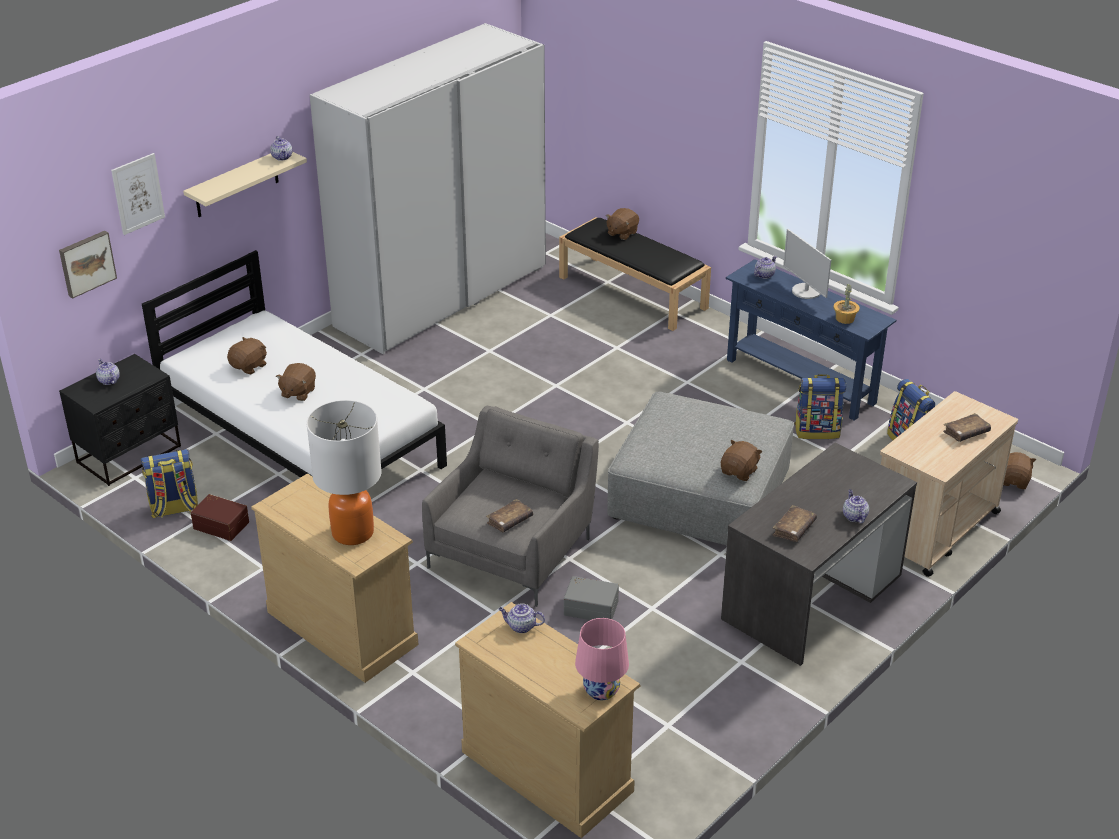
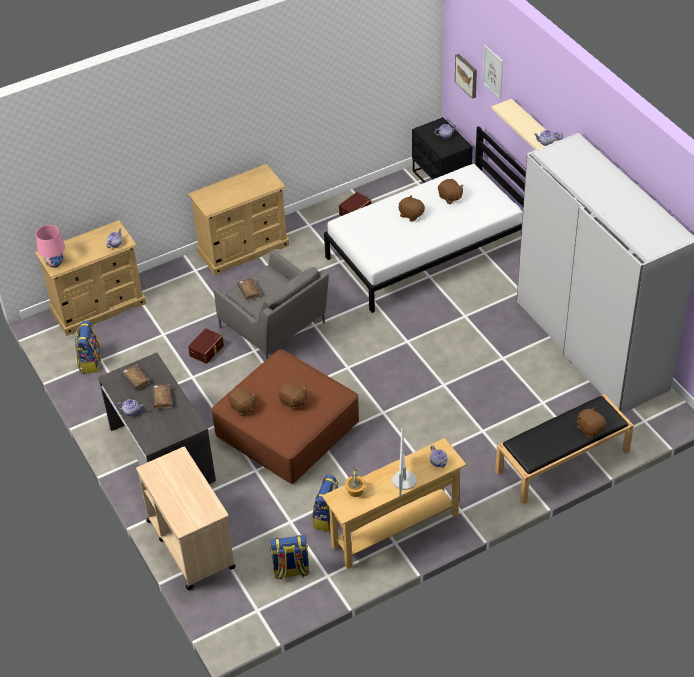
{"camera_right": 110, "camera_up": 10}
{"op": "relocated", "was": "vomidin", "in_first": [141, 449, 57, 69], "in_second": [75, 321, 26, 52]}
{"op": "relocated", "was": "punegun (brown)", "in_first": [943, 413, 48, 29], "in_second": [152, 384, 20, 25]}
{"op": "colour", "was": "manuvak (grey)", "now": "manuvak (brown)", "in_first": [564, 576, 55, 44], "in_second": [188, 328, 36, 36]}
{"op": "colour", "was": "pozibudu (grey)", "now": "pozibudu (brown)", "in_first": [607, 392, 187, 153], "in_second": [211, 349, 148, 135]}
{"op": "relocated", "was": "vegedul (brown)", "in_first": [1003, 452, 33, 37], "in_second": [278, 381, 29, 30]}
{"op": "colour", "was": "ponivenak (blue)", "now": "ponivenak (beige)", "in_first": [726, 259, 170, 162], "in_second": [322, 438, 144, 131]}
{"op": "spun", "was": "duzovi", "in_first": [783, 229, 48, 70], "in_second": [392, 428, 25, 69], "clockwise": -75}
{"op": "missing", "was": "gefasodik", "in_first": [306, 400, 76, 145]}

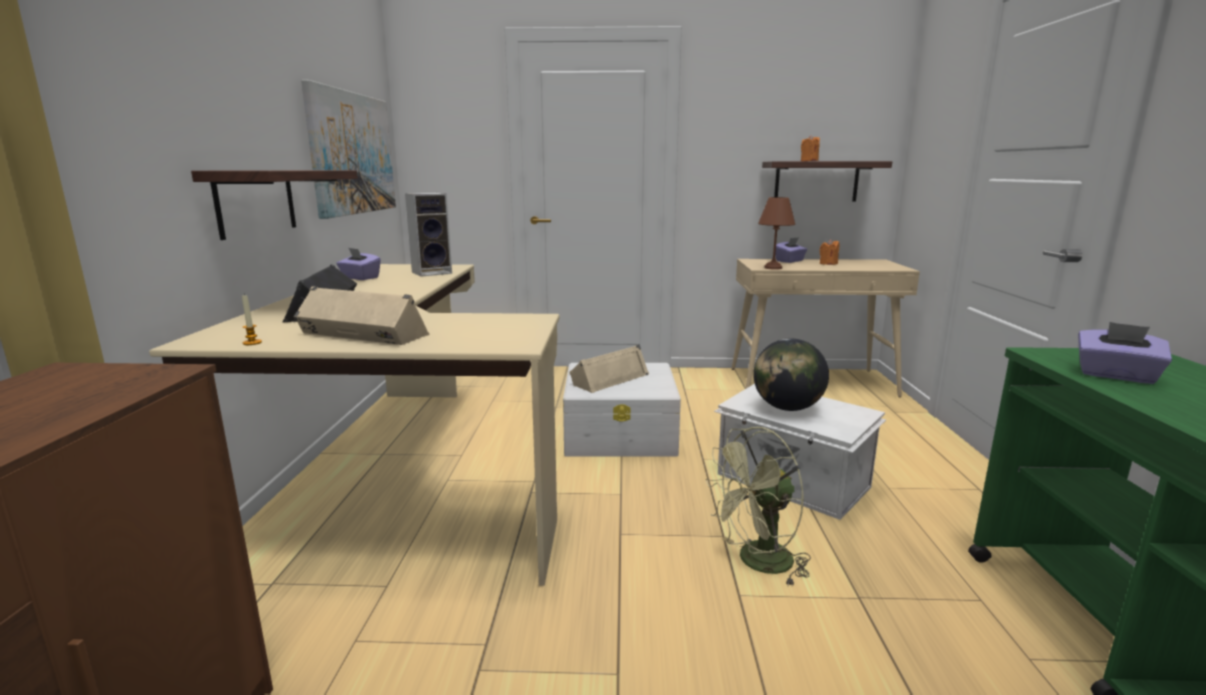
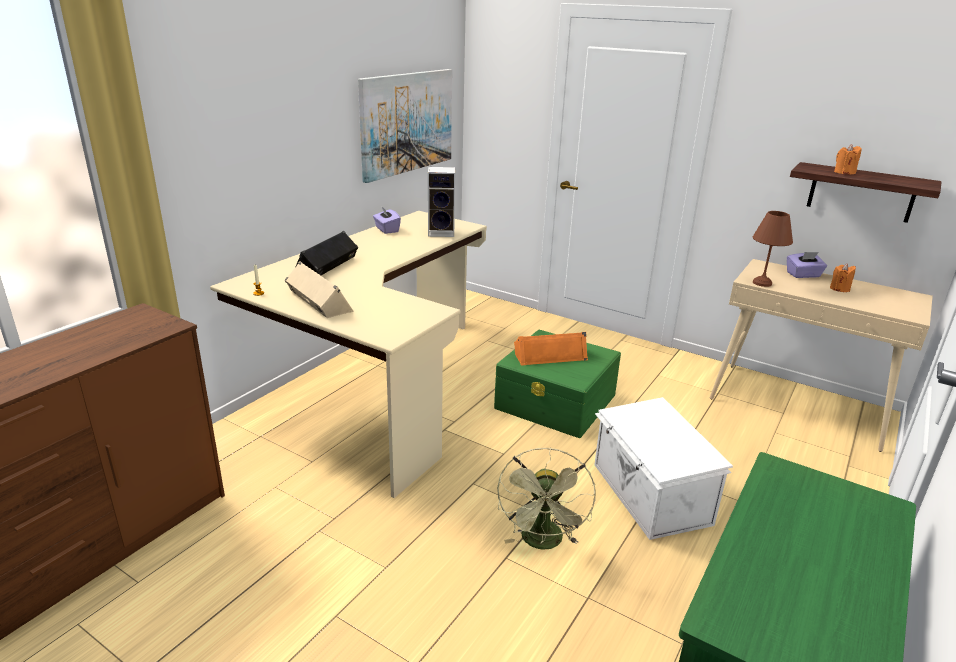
{"camera_right": 30, "camera_up": 10}
{"op": "colour", "was": "manuvak (white)", "now": "manuvak (green)", "in_first": [563, 363, 118, 94], "in_second": [494, 330, 127, 108]}
{"op": "spun", "was": "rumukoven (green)", "in_first": [706, 427, 105, 158], "in_second": [497, 447, 99, 103], "clockwise": -90}
{"op": "colour", "was": "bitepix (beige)", "now": "bitepix (orange)", "in_first": [569, 345, 80, 48], "in_second": [514, 332, 74, 34]}
{"op": "missing", "was": "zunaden", "in_first": [191, 170, 167, 70]}
{"op": "missing", "was": "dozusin", "in_first": [753, 339, 76, 72]}
{"op": "missing", "was": "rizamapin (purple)", "in_first": [1078, 322, 94, 62]}

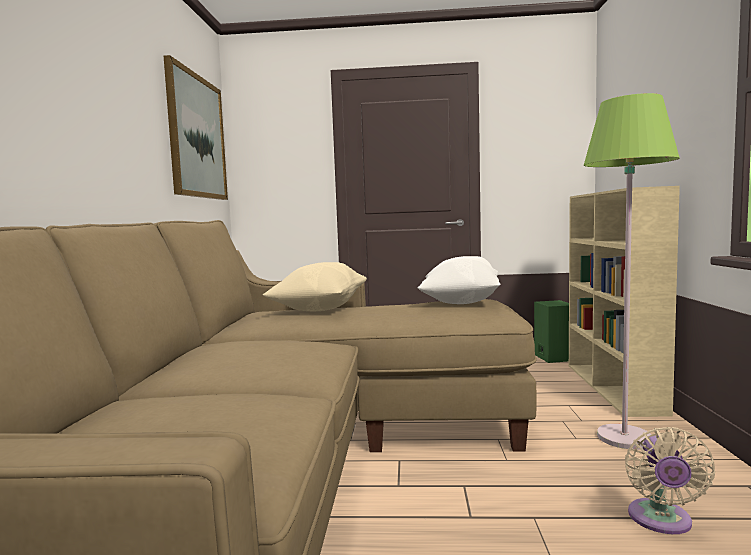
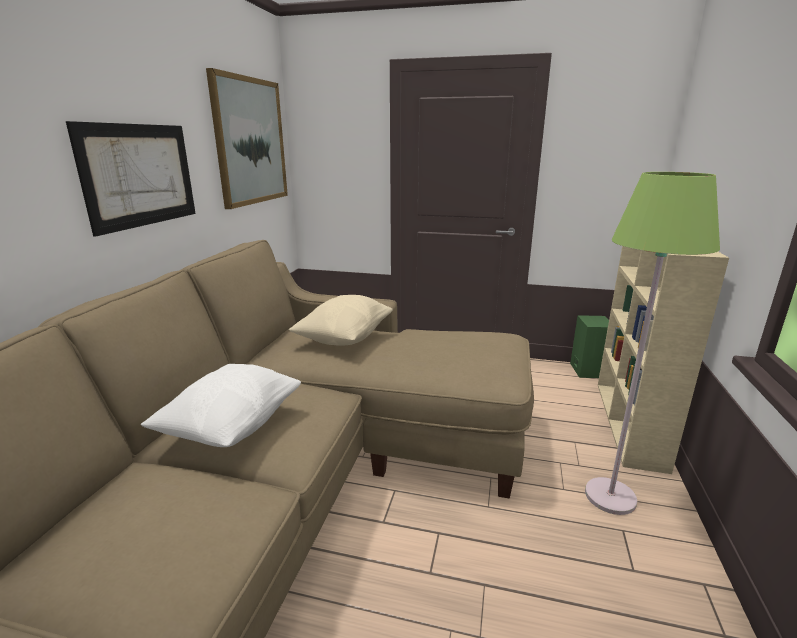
{"camera_right": 10, "camera_up": 15}
{"op": "appeared", "now": "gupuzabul", "in_second": [66, 121, 130, 116]}
{"op": "relocated", "was": "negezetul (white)", "in_first": [417, 256, 84, 48], "in_second": [141, 364, 160, 83]}
{"op": "missing", "was": "rumukoven (beige)", "in_first": [625, 427, 90, 107]}

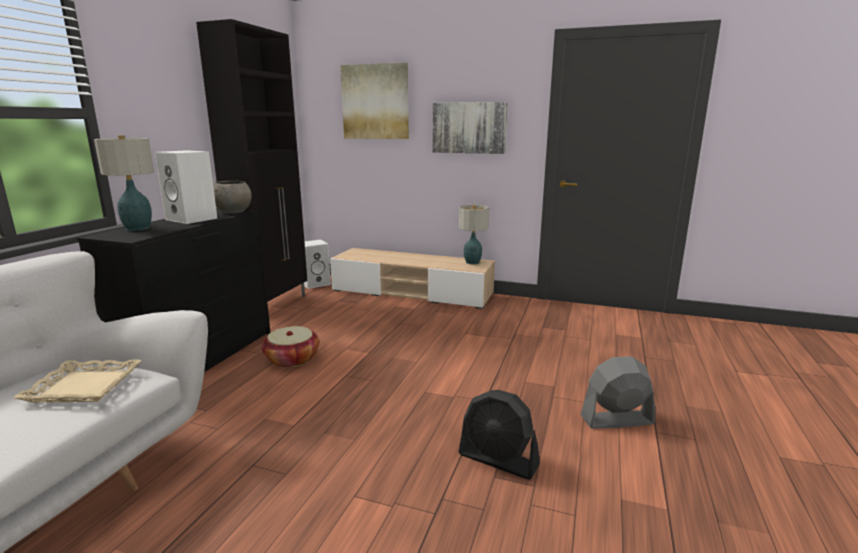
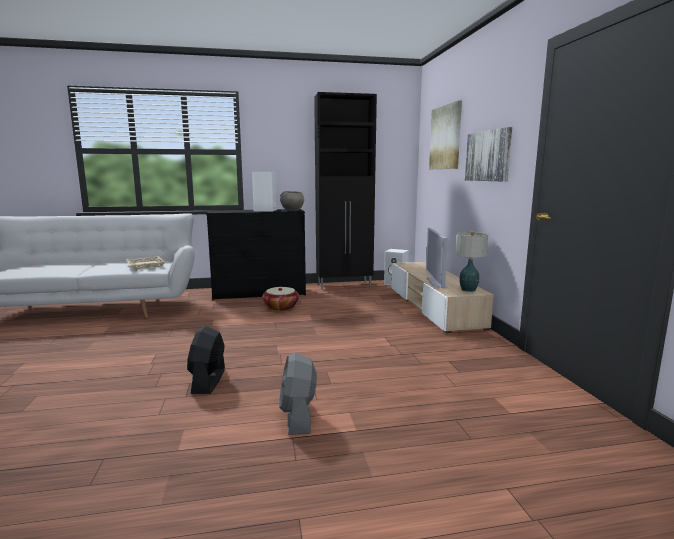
{"camera_right": 60, "camera_up": -5}
{"op": "spun", "was": "rumukoven (grey)", "in_first": [580, 356, 75, 73], "in_second": [279, 352, 38, 83], "clockwise": -150}
{"op": "appeared", "now": "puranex", "in_second": [426, 228, 22, 60]}
{"op": "missing", "was": "gefasodik", "in_first": [94, 135, 60, 96]}

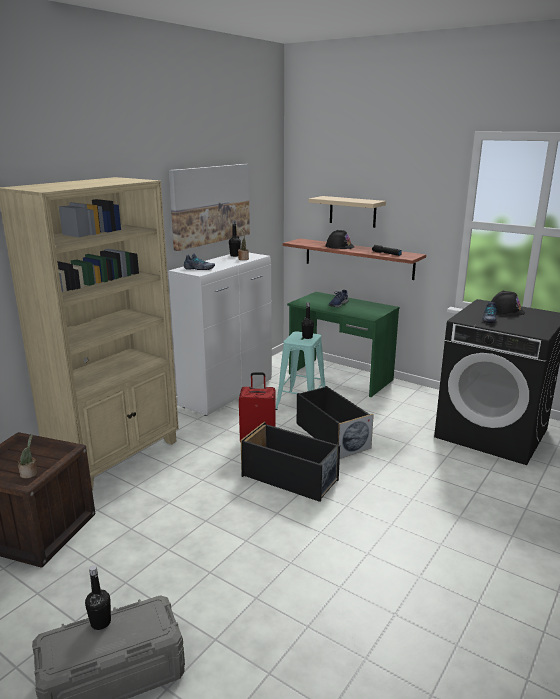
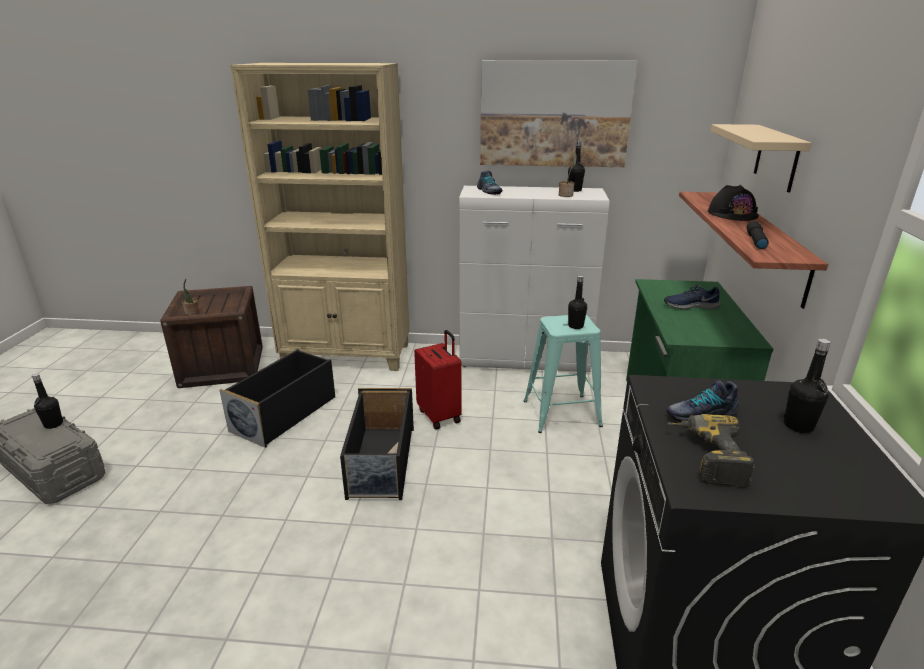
{"camera_right": 60, "camera_up": 5}
{"op": "relocated", "was": "manuvak (black)", "in_first": [297, 386, 77, 72], "in_second": [219, 349, 116, 99]}
{"op": "appeared", "now": "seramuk", "in_second": [668, 414, 87, 73]}
{"op": "exchanged", "was": "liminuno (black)", "now": "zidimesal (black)", "in_first": [491, 291, 34, 25], "in_second": [783, 339, 48, 94]}

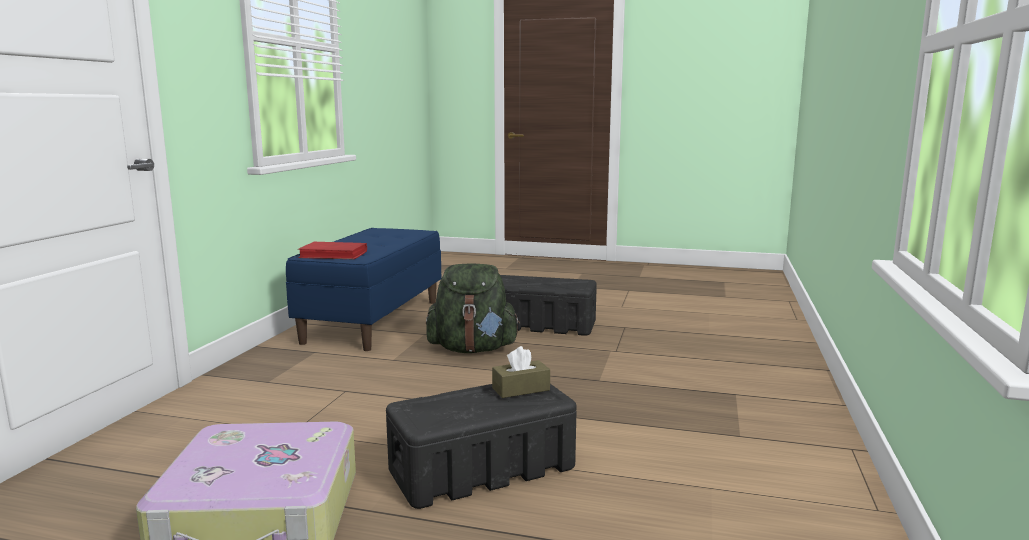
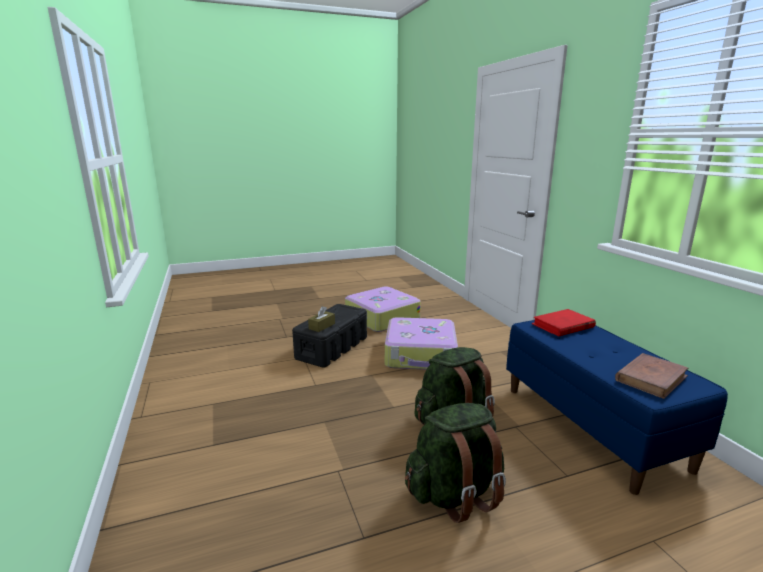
{"camera_right": 145, "camera_up": 5}
{"op": "appeared", "now": "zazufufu", "in_second": [385, 317, 73, 53]}
{"op": "exchanged", "was": "manuvak (black)", "now": "vomidin (green)", "in_first": [500, 275, 97, 61], "in_second": [405, 403, 101, 120]}
{"op": "appeared", "now": "punegun (brown)", "in_second": [615, 353, 73, 46]}

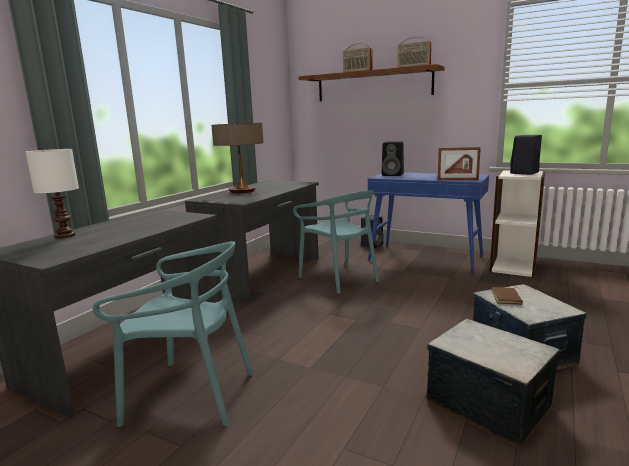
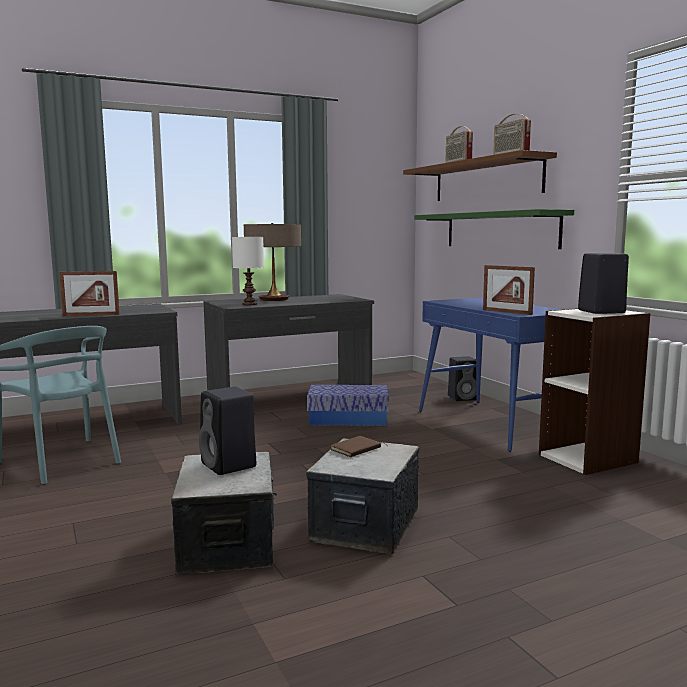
{"camera_right": 35, "camera_up": -5}
{"op": "appeared", "now": "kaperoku", "in_second": [59, 271, 61, 45]}
{"op": "relocated", "was": "bitepix (black)", "in_first": [382, 141, 22, 35], "in_second": [199, 387, 57, 88]}
{"op": "relocated", "was": "gefasodik (white)", "in_first": [25, 149, 54, 89], "in_second": [232, 237, 32, 68]}
{"op": "exchanged", "was": "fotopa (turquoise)", "now": "manuvak", "in_first": [293, 190, 86, 104], "in_second": [307, 385, 82, 41]}
{"op": "appeared", "now": "zunaden (green)", "in_second": [414, 209, 160, 40]}

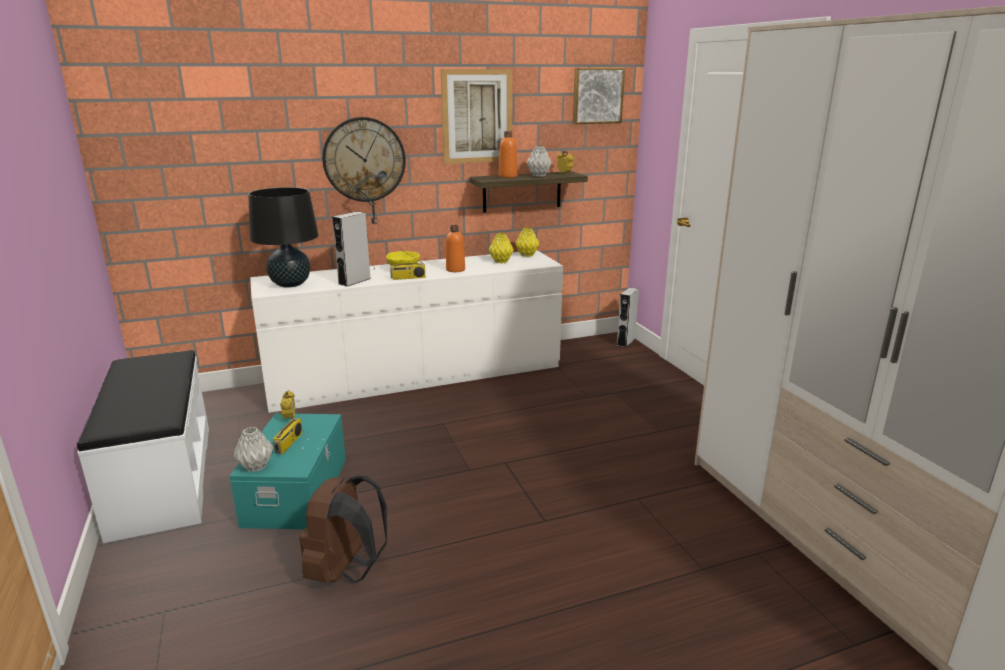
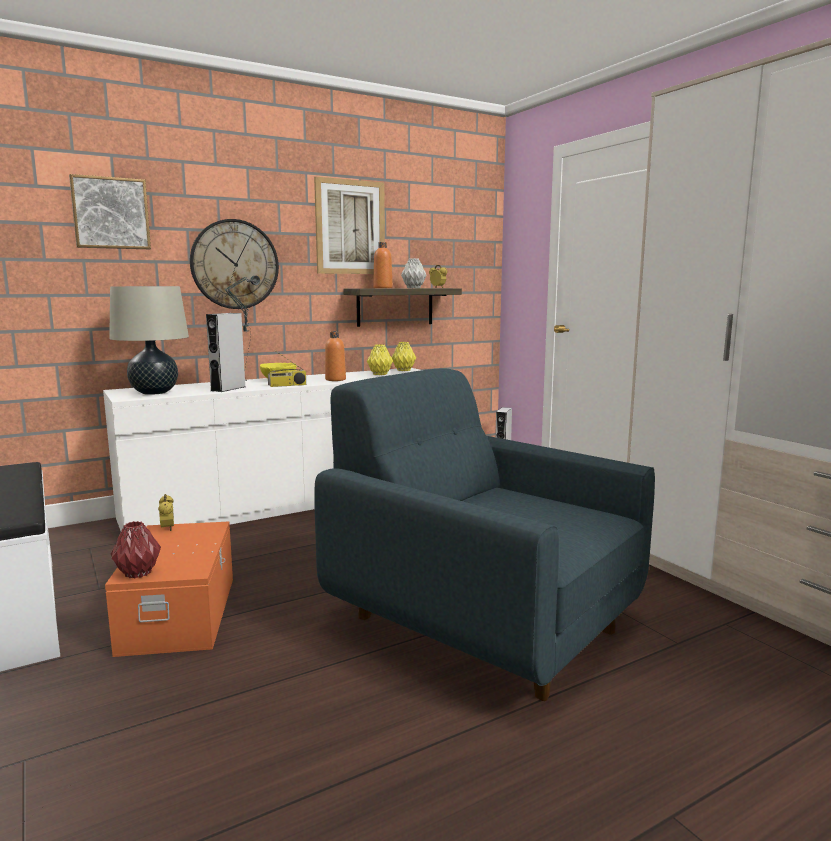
{"camera_right": -10, "camera_up": -10}
{"op": "relocated", "was": "gupuzabul", "in_first": [573, 68, 52, 56], "in_second": [69, 174, 82, 75]}
{"op": "colour", "was": "manuvak (turquoise)", "now": "manuvak (orange)", "in_first": [230, 413, 116, 116], "in_second": [105, 522, 128, 135]}
{"op": "colour", "was": "gefasodik (black)", "now": "gefasodik (beige)", "in_first": [248, 187, 71, 101], "in_second": [109, 286, 80, 109]}
{"op": "colour", "was": "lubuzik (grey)", "now": "lubuzik (red)", "in_first": [234, 427, 39, 45], "in_second": [111, 521, 50, 57]}
{"op": "appeared", "now": "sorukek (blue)", "in_second": [314, 368, 341, 333]}
{"op": "missing", "was": "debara", "in_first": [273, 412, 30, 42]}
{"op": "missing", "was": "vomidin (brown)", "in_first": [299, 475, 88, 108]}

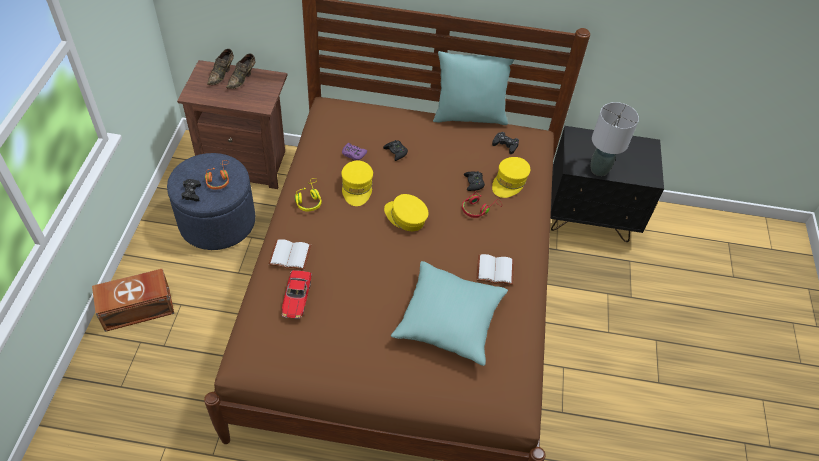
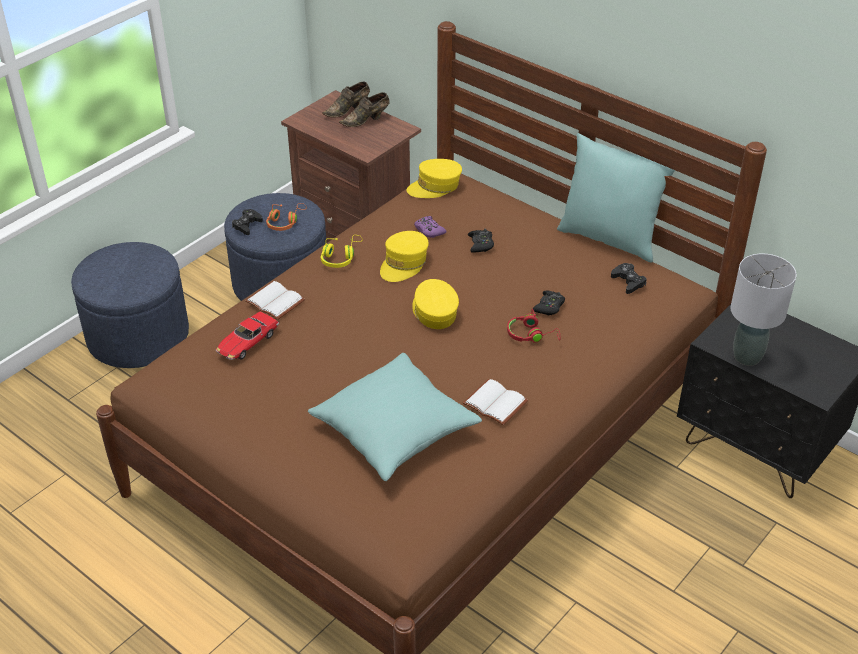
{"camera_right": 35, "camera_up": -10}
{"op": "exchanged", "was": "manuvak (brown)", "now": "pozibudu (blue)", "in_first": [92, 269, 82, 63], "in_second": [71, 242, 118, 126]}
{"op": "relocated", "was": "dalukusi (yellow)", "in_first": [492, 157, 38, 41], "in_second": [407, 159, 55, 39]}

